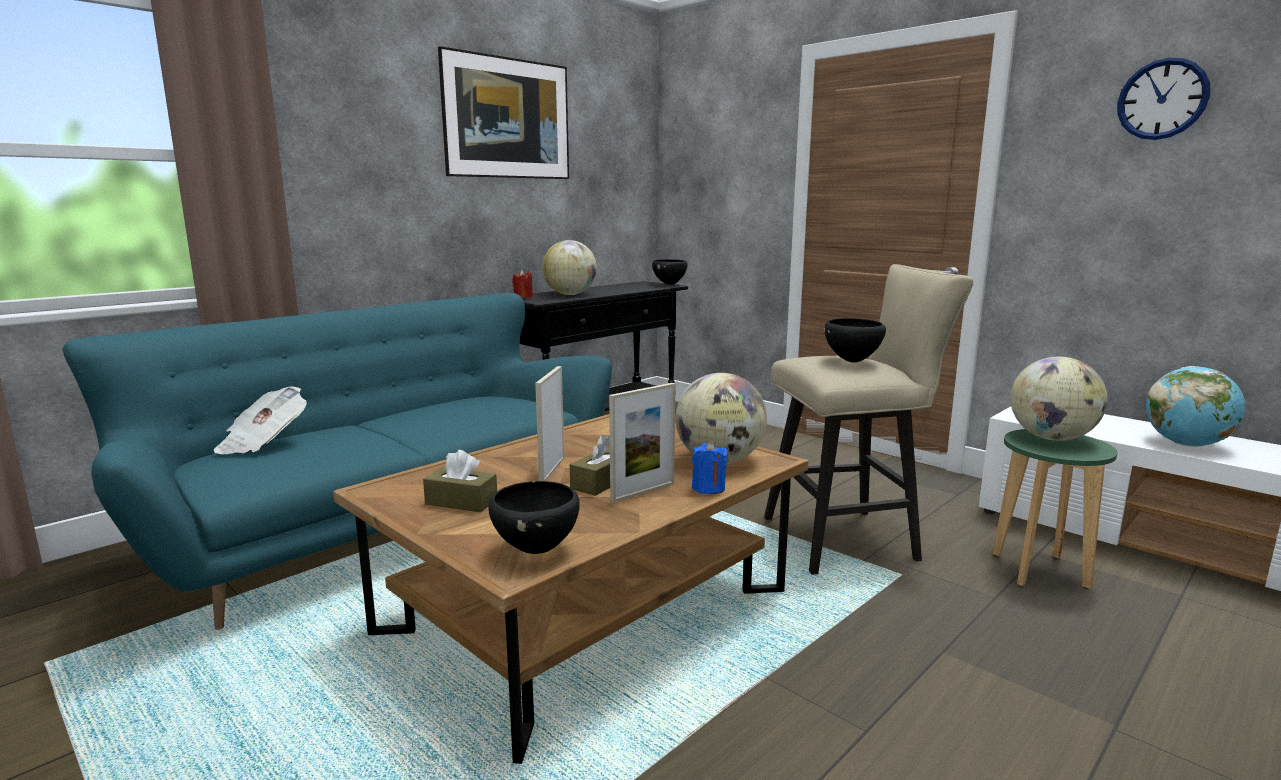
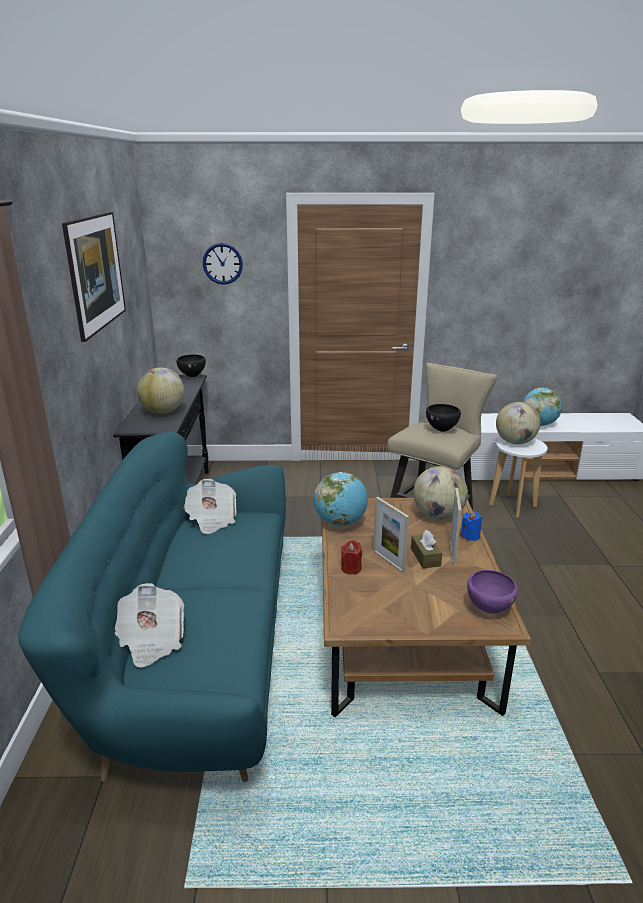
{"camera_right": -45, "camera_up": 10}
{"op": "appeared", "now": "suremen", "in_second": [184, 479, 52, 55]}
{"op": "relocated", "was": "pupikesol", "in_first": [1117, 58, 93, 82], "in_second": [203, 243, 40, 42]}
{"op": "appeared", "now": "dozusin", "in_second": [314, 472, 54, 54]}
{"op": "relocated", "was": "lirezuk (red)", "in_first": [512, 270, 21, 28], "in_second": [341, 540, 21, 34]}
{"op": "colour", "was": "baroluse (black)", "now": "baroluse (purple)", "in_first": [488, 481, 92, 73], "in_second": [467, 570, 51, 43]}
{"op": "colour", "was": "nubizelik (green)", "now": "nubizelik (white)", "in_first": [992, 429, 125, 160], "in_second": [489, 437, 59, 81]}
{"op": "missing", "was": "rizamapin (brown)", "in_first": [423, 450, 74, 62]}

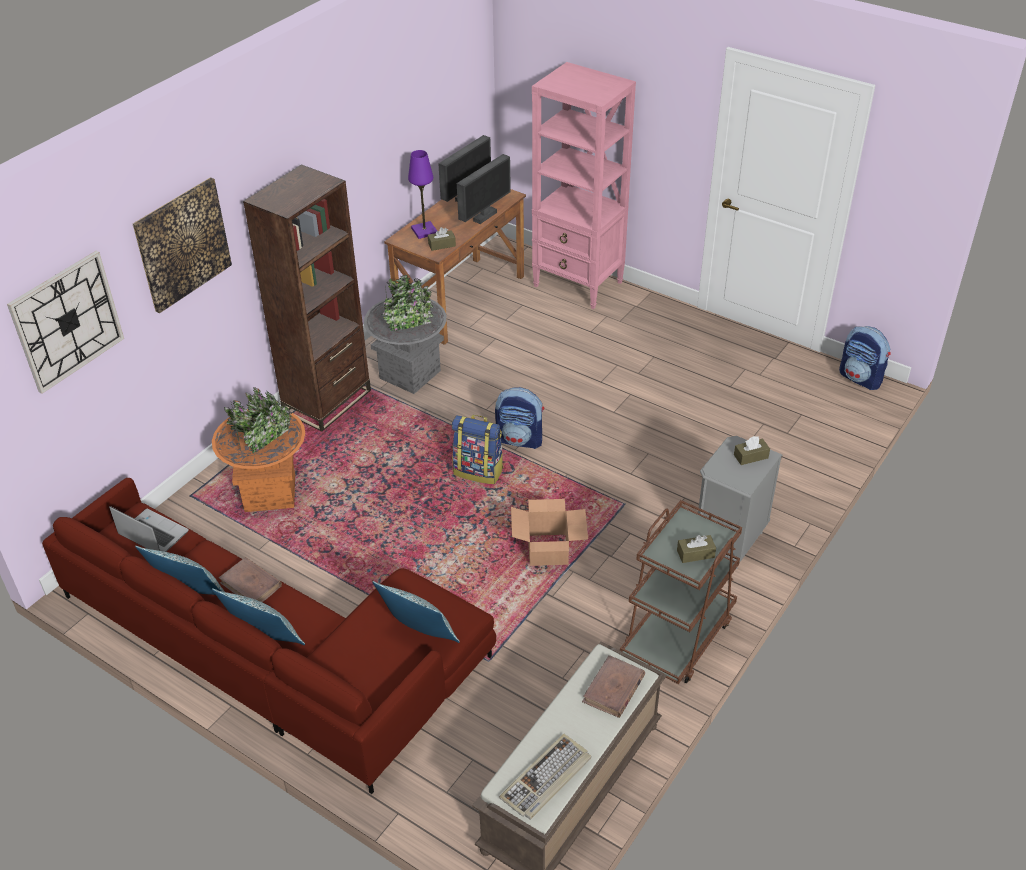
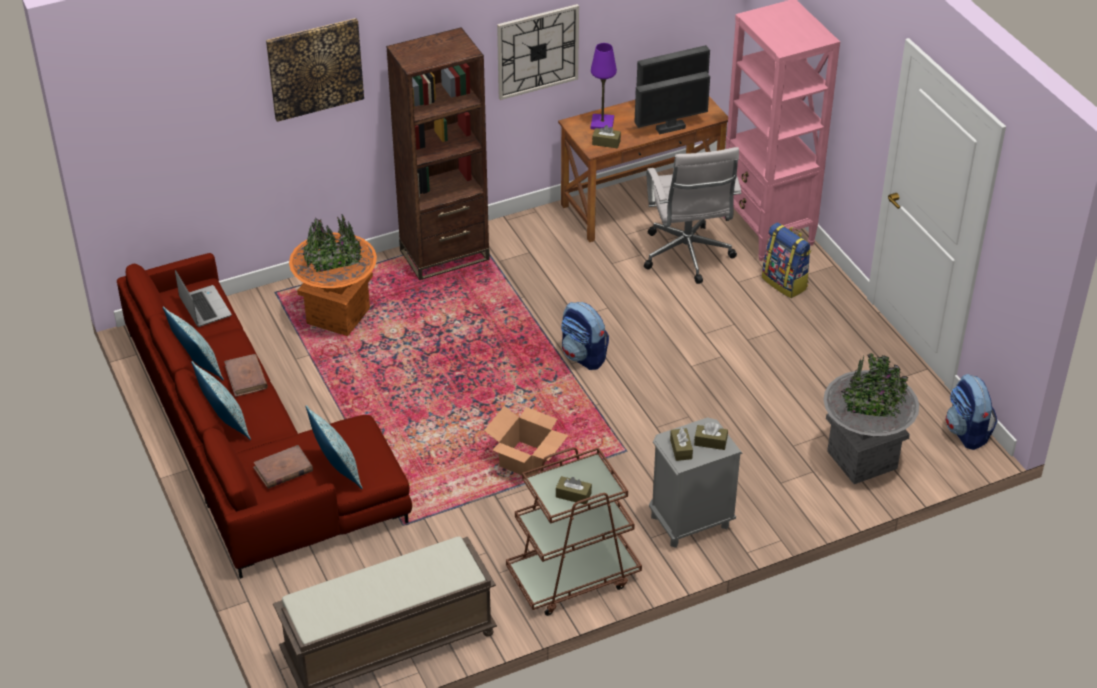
{"camera_right": 30, "camera_up": 0}
{"op": "relocated", "was": "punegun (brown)", "in_first": [582, 655, 63, 63], "in_second": [253, 445, 60, 44]}
{"op": "relocated", "was": "pupikesol", "in_first": [7, 251, 117, 143], "in_second": [497, 4, 82, 96]}
{"op": "appeared", "now": "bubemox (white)", "in_second": [644, 147, 98, 137]}
{"op": "appeared", "now": "rizamapin (brown)", "in_second": [670, 427, 23, 34]}
{"op": "relocated", "was": "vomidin", "in_first": [452, 415, 52, 69], "in_second": [762, 222, 49, 76]}
{"op": "relocated", "was": "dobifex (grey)", "in_first": [364, 275, 83, 119], "in_second": [823, 353, 96, 131]}
{"op": "missing", "was": "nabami", "in_first": [499, 734, 92, 86]}

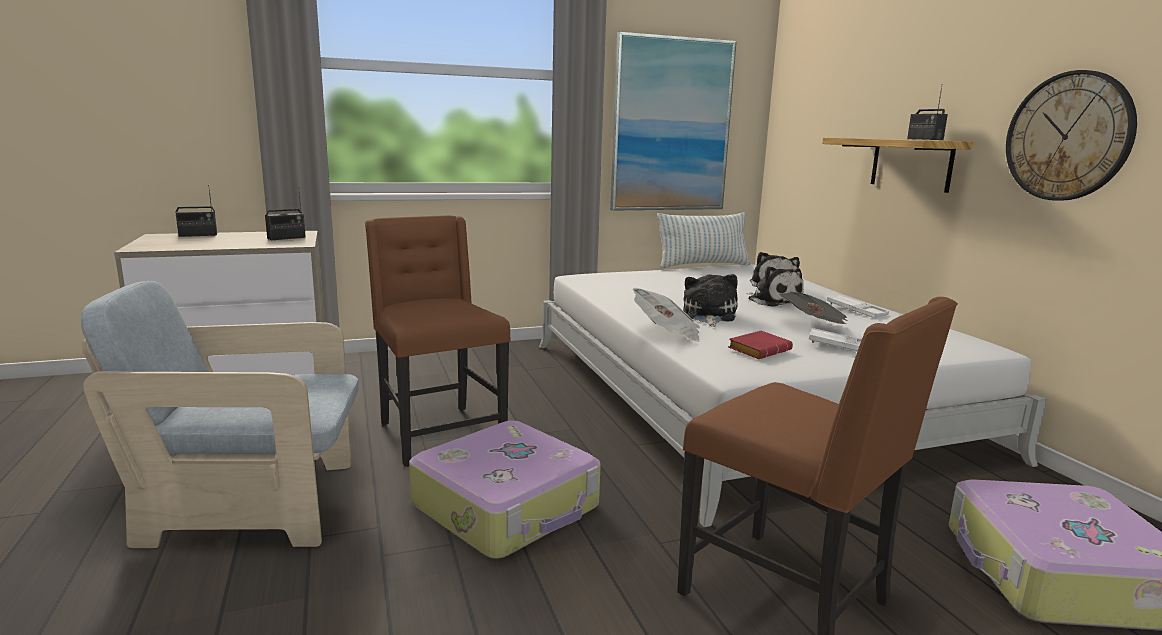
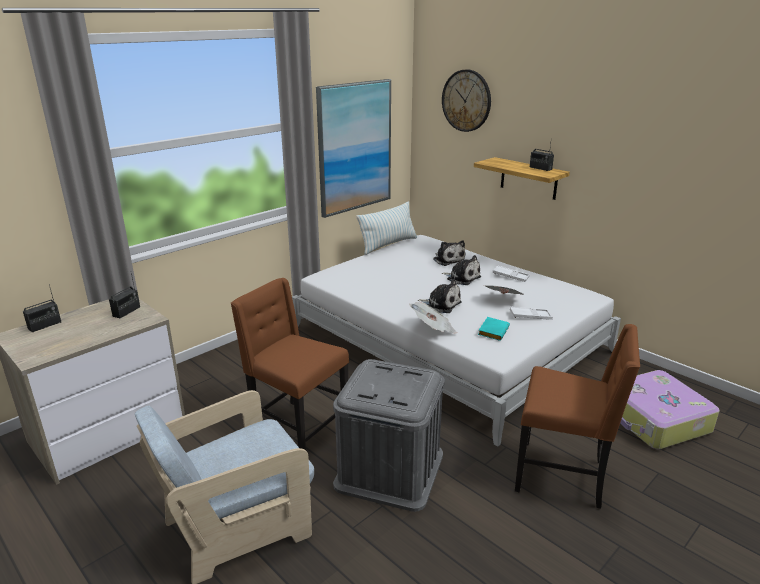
{"camera_right": -25, "camera_up": 10}
{"op": "exchanged", "was": "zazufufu", "now": "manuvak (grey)", "in_first": [409, 420, 192, 139], "in_second": [333, 359, 112, 153]}
{"op": "spun", "was": "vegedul", "in_first": [683, 274, 55, 53], "in_second": [418, 279, 44, 34], "clockwise": 135}
{"op": "relocated", "was": "pupikesol", "in_first": [1006, 70, 131, 131], "in_second": [442, 69, 49, 63]}
{"op": "colour", "was": "punegun (red)", "now": "punegun (turquoise)", "in_first": [728, 331, 65, 28], "in_second": [478, 317, 32, 24]}

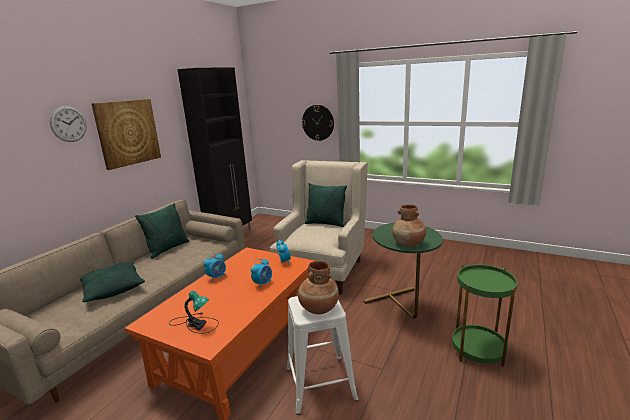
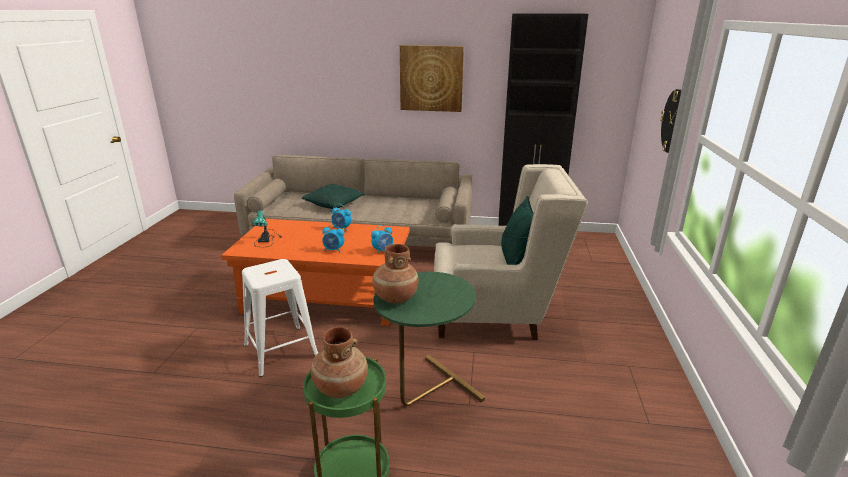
{"camera_right": 70, "camera_up": 5}
{"op": "relocated", "was": "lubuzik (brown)", "in_first": [298, 261, 41, 53], "in_second": [311, 327, 57, 71]}
{"op": "missing", "was": "pupikesol", "in_first": [50, 106, 37, 36]}
{"op": "missing", "was": "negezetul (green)", "in_first": [135, 203, 54, 56]}

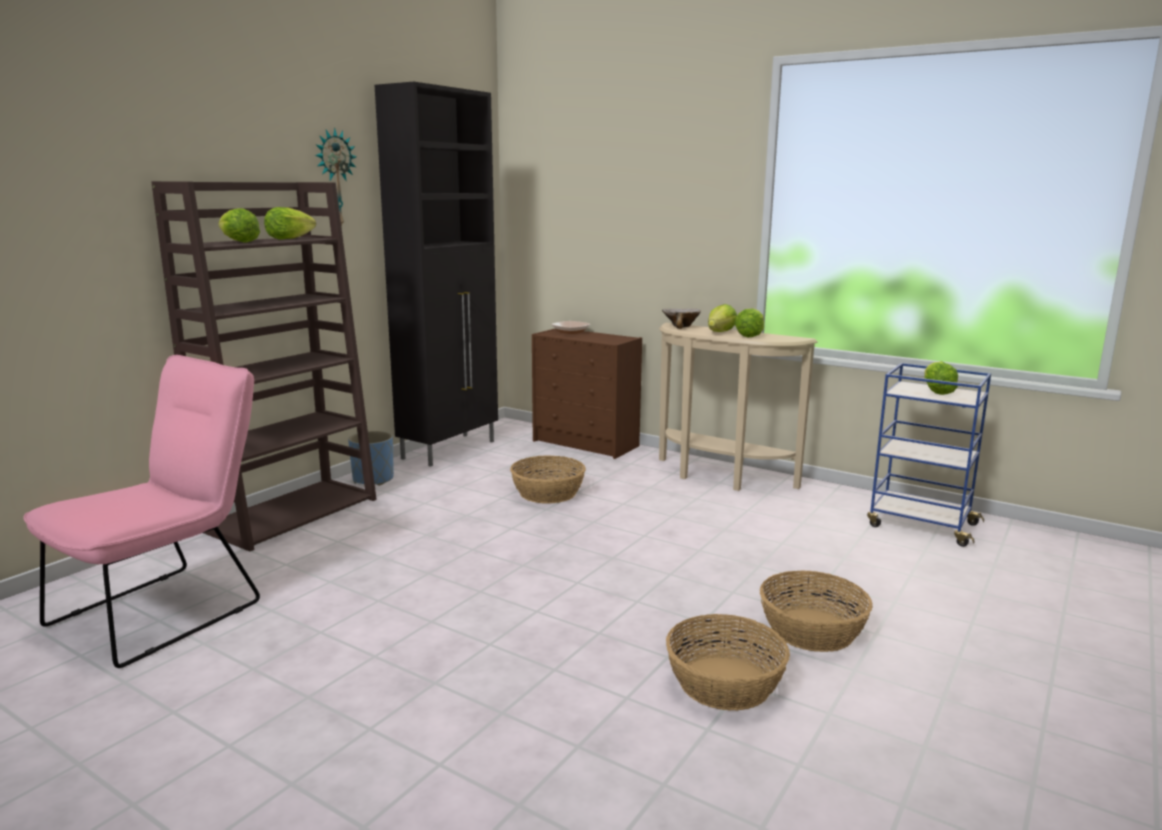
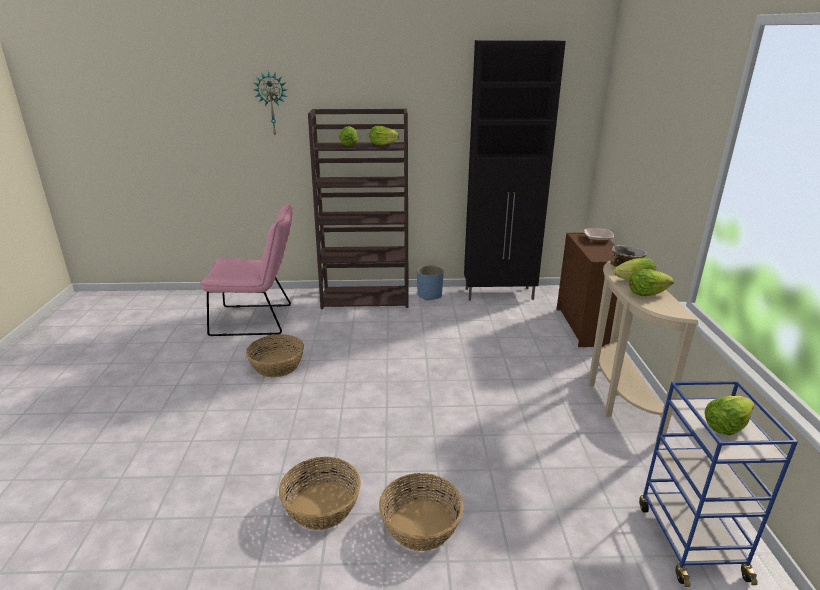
{"camera_right": 55, "camera_up": 10}
{"op": "relocated", "was": "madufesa", "in_first": [510, 455, 76, 49], "in_second": [246, 334, 58, 43]}
{"op": "relocated", "was": "pupikesol", "in_first": [315, 128, 41, 100], "in_second": [254, 71, 33, 64]}

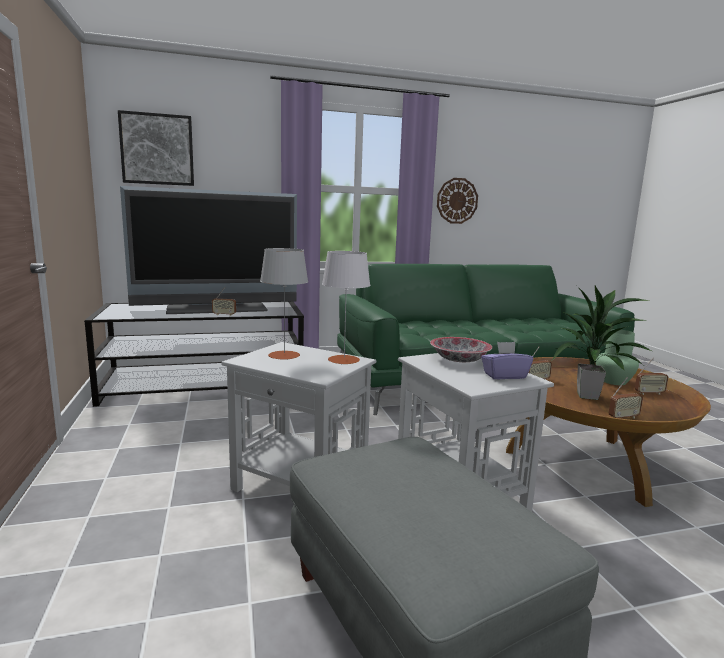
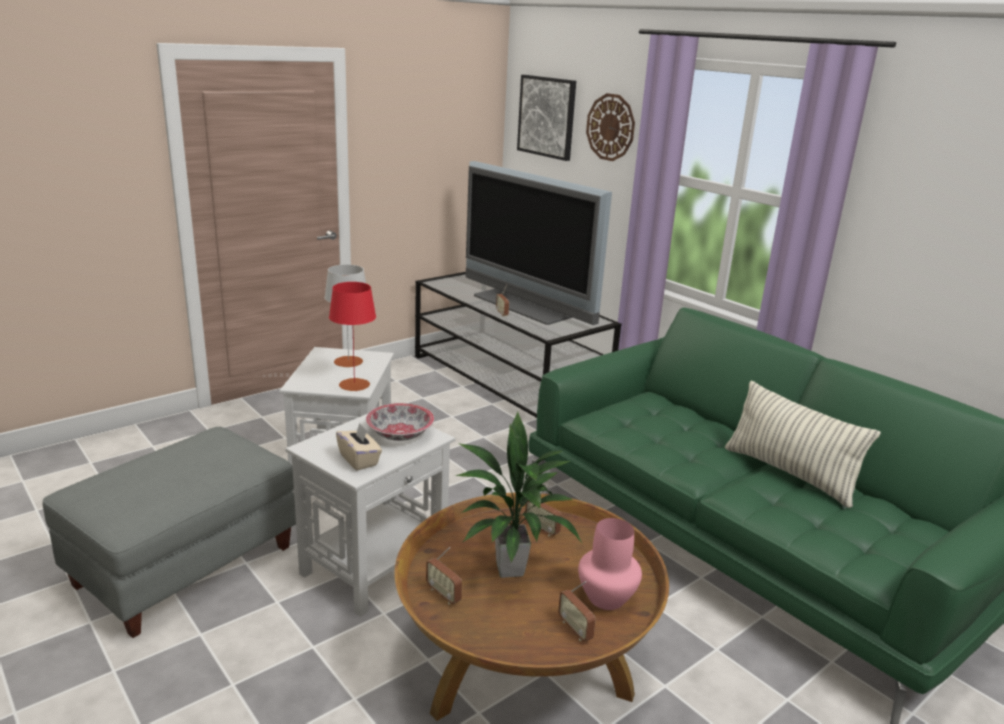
{"camera_right": 65, "camera_up": 10}
{"op": "colour", "was": "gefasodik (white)", "now": "gefasodik (red)", "in_first": [322, 251, 48, 113], "in_second": [329, 282, 47, 109]}
{"op": "colour", "was": "rizamapin (purple)", "now": "rizamapin (beige)", "in_first": [481, 342, 52, 37], "in_second": [336, 423, 46, 48]}
{"op": "colour", "was": "lubuzik (green)", "now": "lubuzik (pink)", "in_first": [595, 329, 44, 56], "in_second": [578, 518, 64, 92]}
{"op": "relocated", "was": "pupikesol", "in_first": [437, 178, 41, 46], "in_second": [586, 93, 49, 68]}
{"op": "appeared", "now": "negezetul", "in_second": [725, 380, 156, 128]}

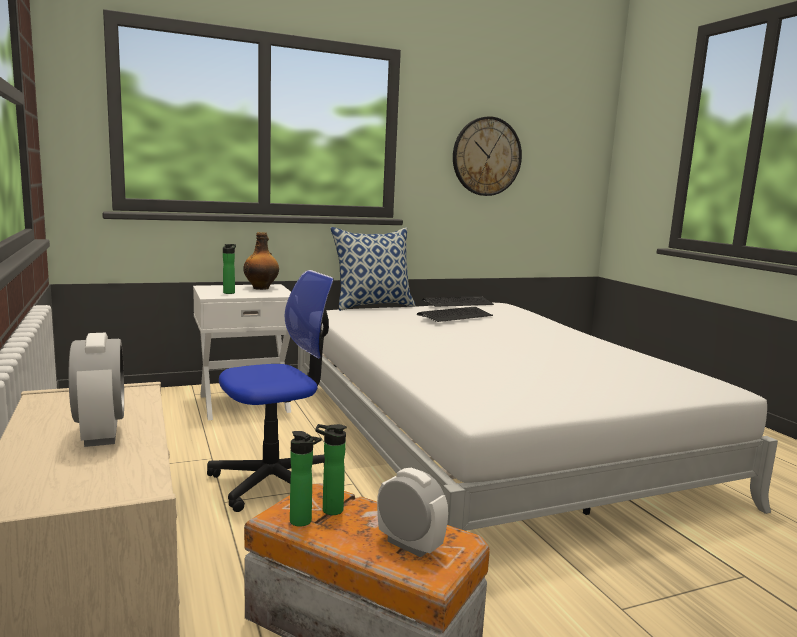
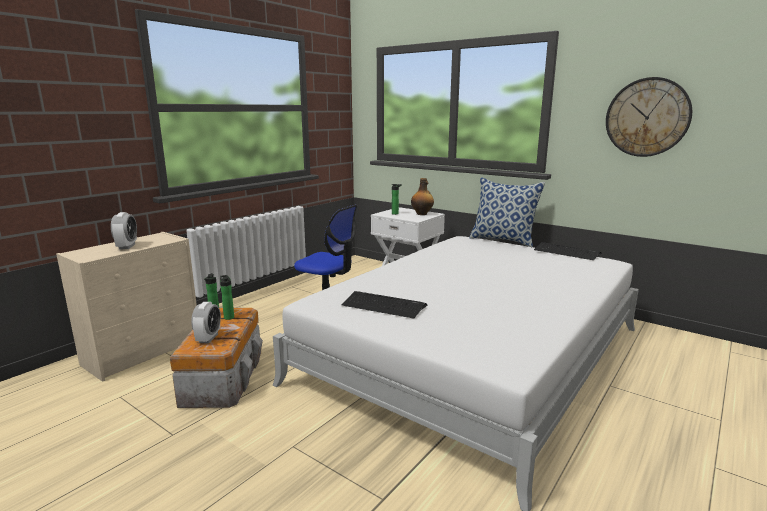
{"camera_right": 60, "camera_up": 5}
{"op": "spun", "was": "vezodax", "in_first": [69, 333, 55, 114], "in_second": [111, 212, 26, 38], "clockwise": -45}
{"op": "relocated", "was": "nabami", "in_first": [417, 307, 76, 15], "in_second": [341, 291, 86, 28]}

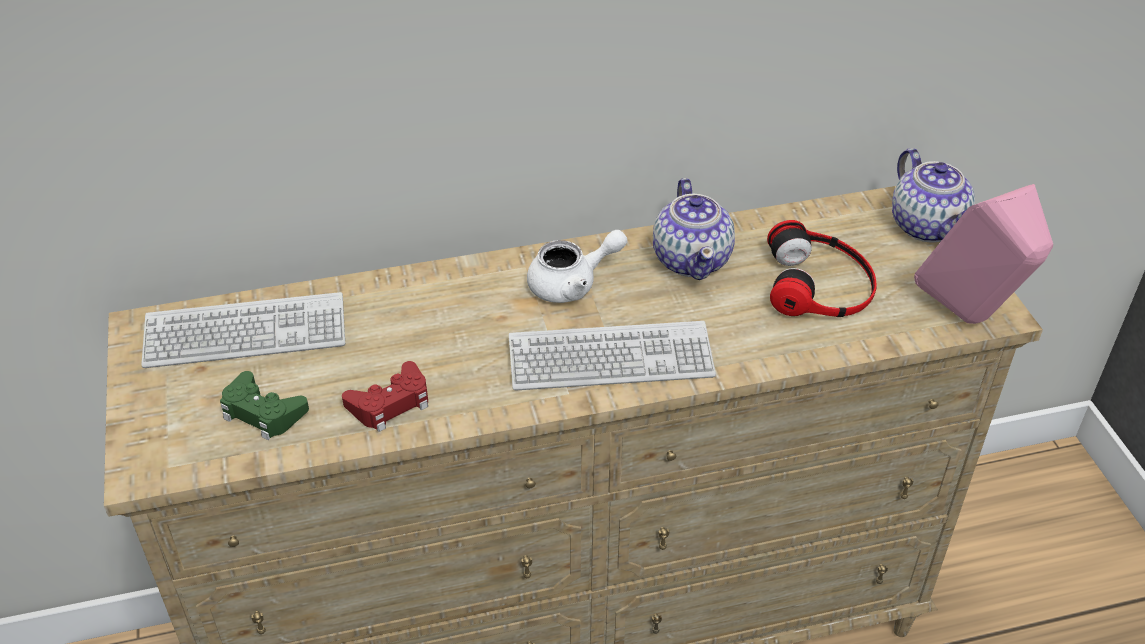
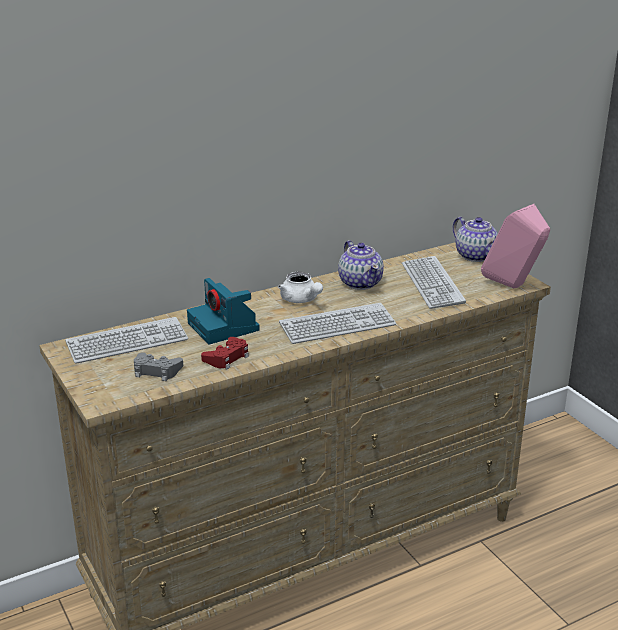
{"camera_right": -15, "camera_up": -15}
{"op": "colour", "was": "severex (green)", "now": "severex (grey)", "in_first": [220, 371, 89, 69], "in_second": [134, 352, 49, 29]}
{"op": "appeared", "now": "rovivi", "in_second": [187, 278, 72, 66]}
{"op": "spun", "was": "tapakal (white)", "in_first": [527, 230, 100, 73], "in_second": [278, 272, 45, 31], "clockwise": 90}
{"op": "exchanged", "was": "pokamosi", "now": "nabami", "in_first": [767, 220, 110, 97], "in_second": [402, 256, 64, 53]}

